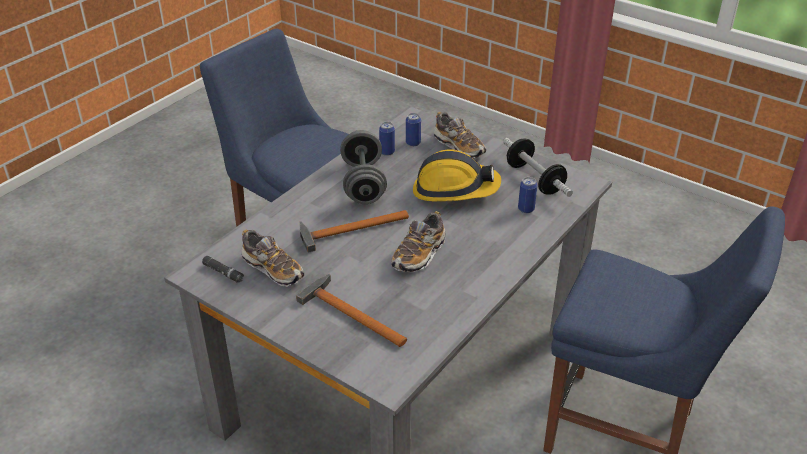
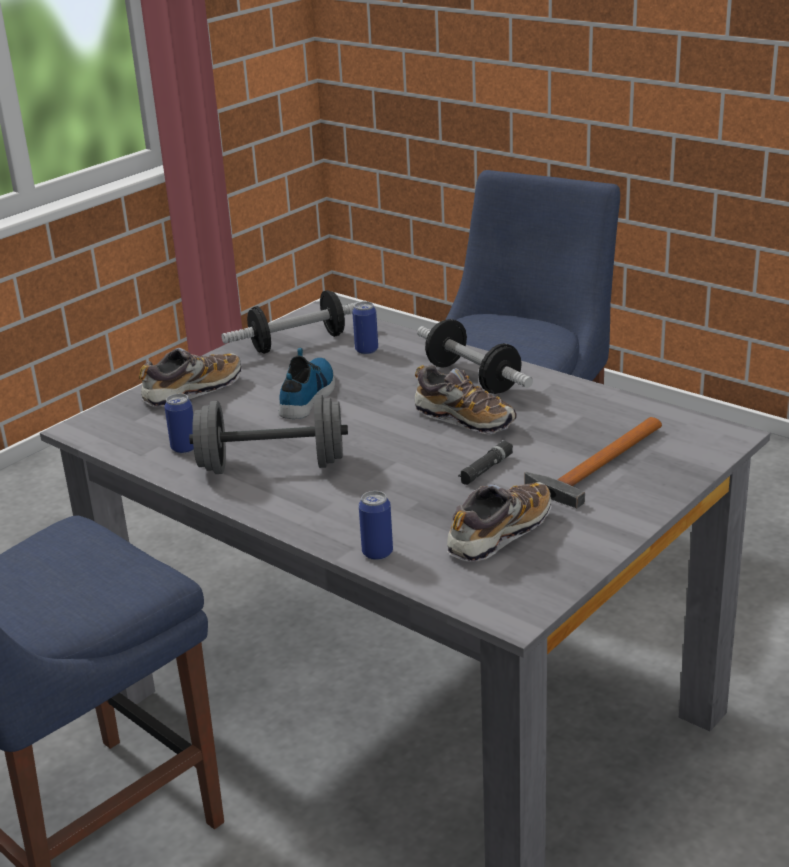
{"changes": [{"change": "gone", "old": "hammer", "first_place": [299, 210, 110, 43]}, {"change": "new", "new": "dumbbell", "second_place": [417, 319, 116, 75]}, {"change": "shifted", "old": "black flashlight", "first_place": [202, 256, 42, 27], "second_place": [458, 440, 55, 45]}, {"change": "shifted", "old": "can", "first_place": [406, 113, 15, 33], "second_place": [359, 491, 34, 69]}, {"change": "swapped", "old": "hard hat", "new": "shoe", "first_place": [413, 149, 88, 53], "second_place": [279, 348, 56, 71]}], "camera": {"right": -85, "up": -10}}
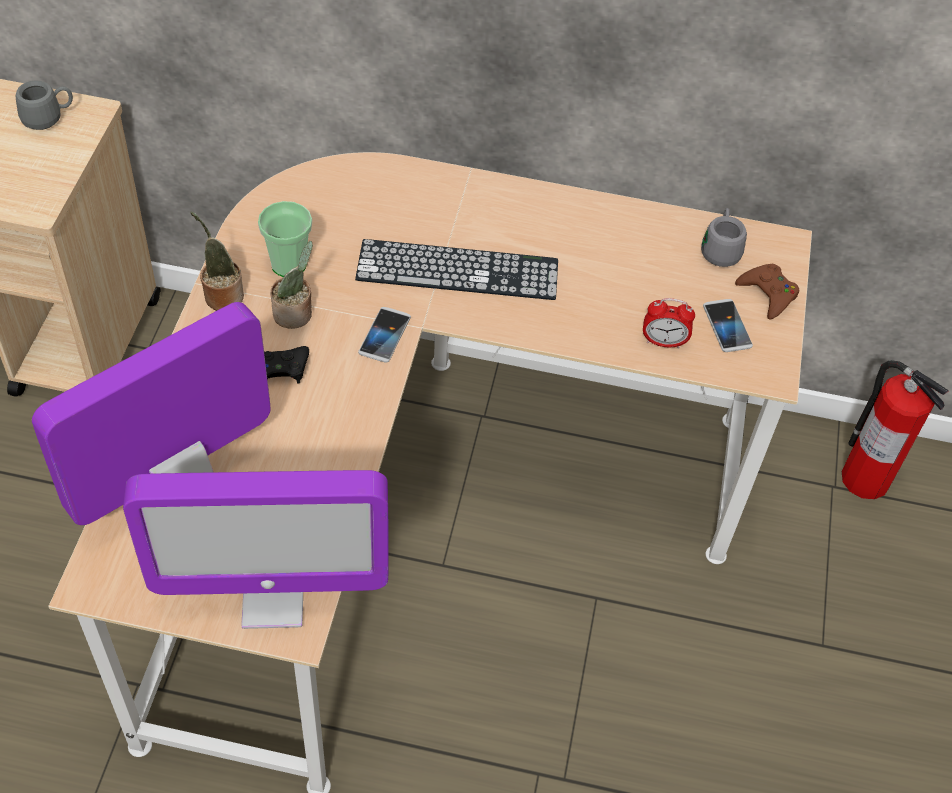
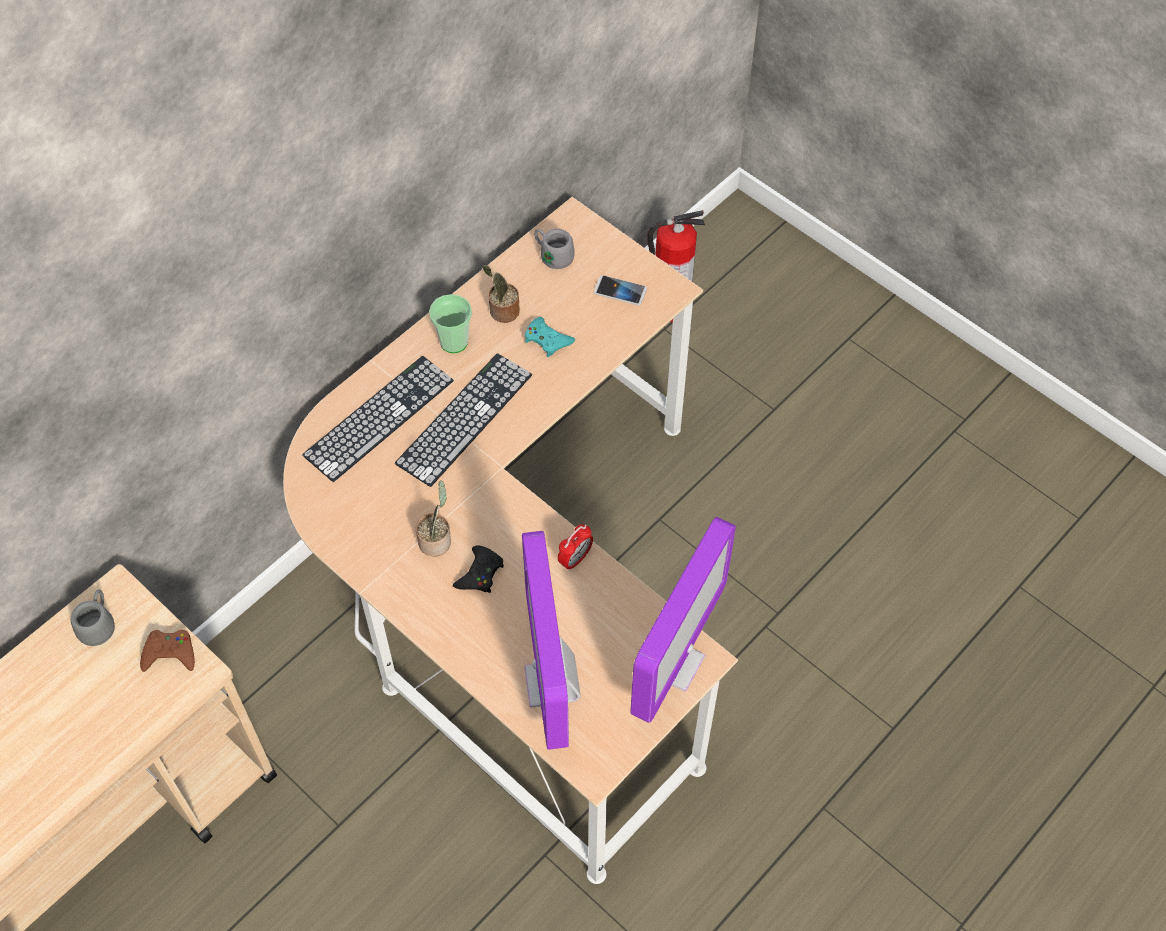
{"changes": [{"change": "gone", "old": "phone", "first_place": [358, 307, 53, 56]}, {"change": "new", "new": "keyboard", "second_place": [302, 356, 152, 126]}, {"change": "new", "new": "turquoise game controller", "second_place": [525, 317, 50, 40]}, {"change": "shifted", "old": "potted plant", "first_place": [190, 212, 54, 99], "second_place": [482, 265, 38, 58]}, {"change": "shifted", "old": "cup", "first_place": [258, 201, 54, 76], "second_place": [429, 294, 43, 59]}, {"change": "shifted", "old": "alarm clock", "first_place": [643, 298, 52, 51], "second_place": [558, 524, 35, 47]}, {"change": "shifted", "old": "brown game controller", "first_place": [735, 264, 64, 56], "second_place": [140, 630, 55, 42]}], "camera": {"right": -55, "up": 5}}
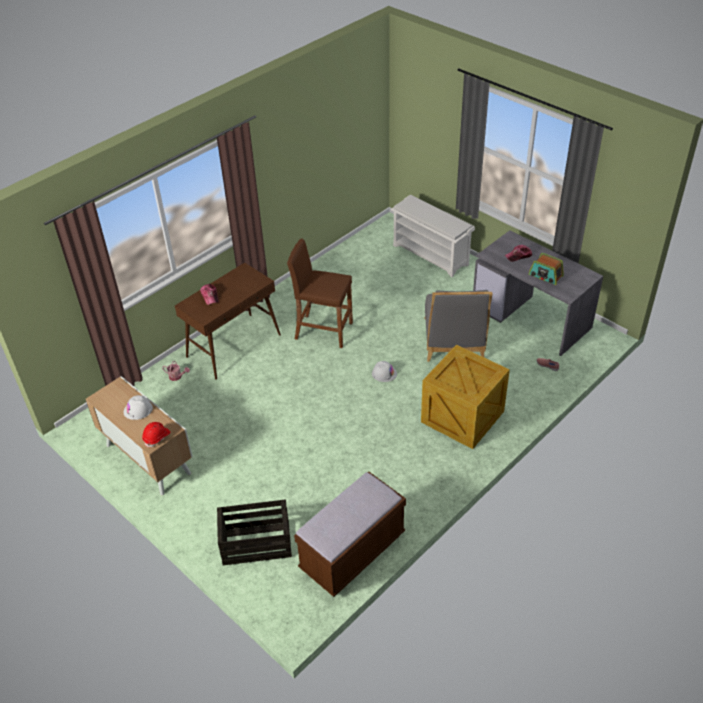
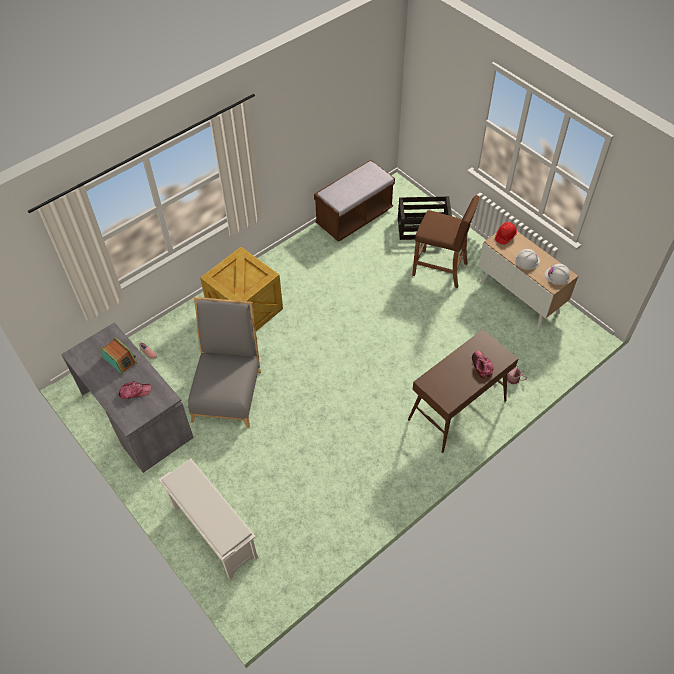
{"changes": [{"change": "shifted", "old": "brown stool", "first_place": [287, 239, 66, 109], "second_place": [412, 195, 67, 93]}, {"change": "shifted", "old": "white hard hat", "first_place": [372, 361, 25, 21], "second_place": [544, 264, 26, 21]}], "camera": {"right": -175, "up": 10}}
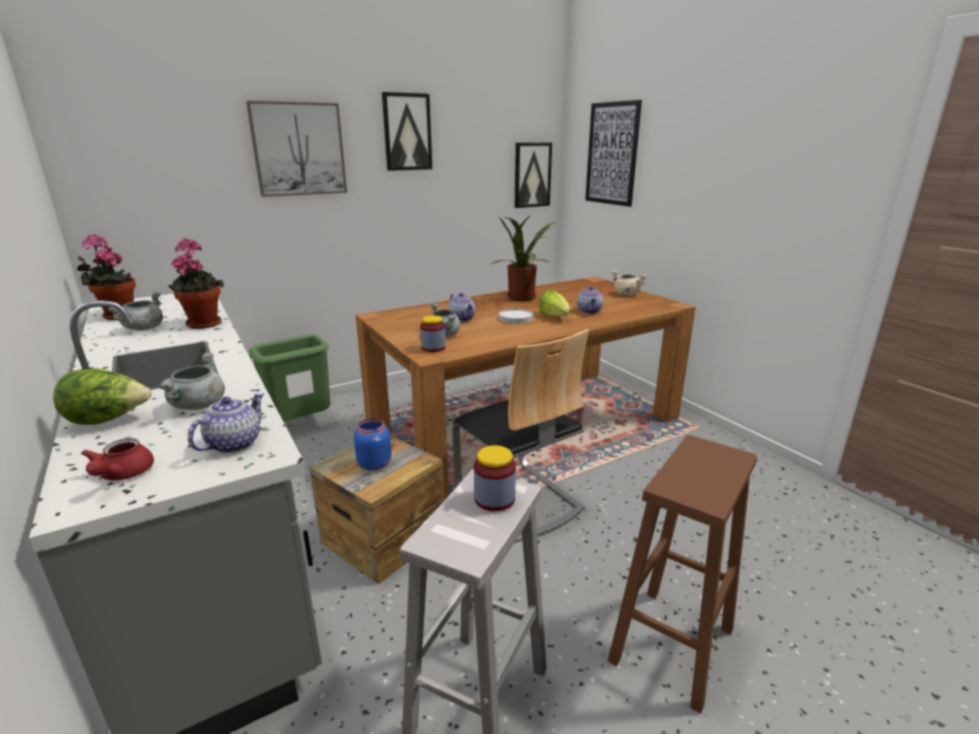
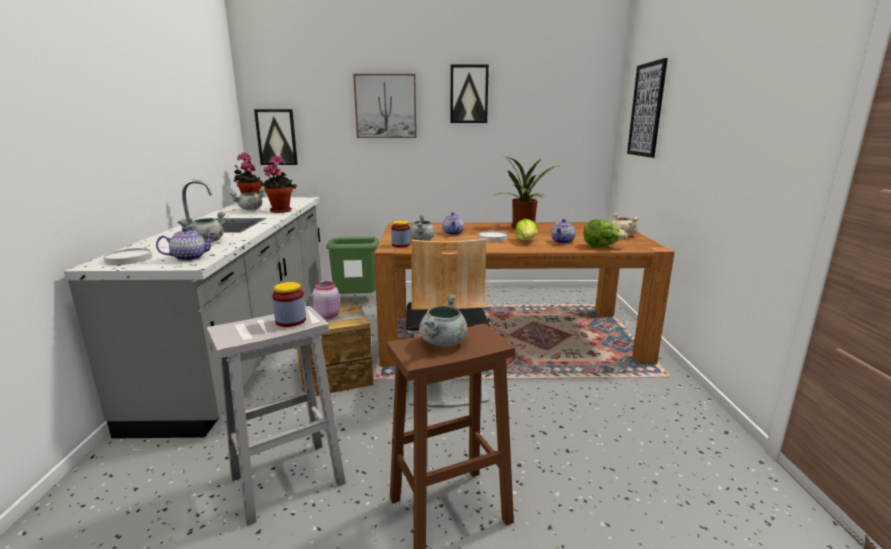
{"changes": [{"change": "new", "new": "grey cooking pot", "second_place": [419, 294, 49, 53]}, {"change": "shifted", "old": "lettuce", "first_place": [53, 368, 98, 57], "second_place": [584, 219, 43, 28]}, {"change": "shifted", "old": "picture", "first_place": [515, 143, 37, 65], "second_place": [254, 109, 44, 56]}, {"change": "swapped", "old": "red teapot", "new": "white plate", "first_place": [81, 438, 73, 42], "second_place": [103, 248, 49, 17]}, {"change": "repainted", "old": "blue jar", "new": "pink jar", "first_place": [354, 418, 38, 53], "second_place": [313, 281, 27, 38]}], "camera": {"right": 30, "up": -5}}
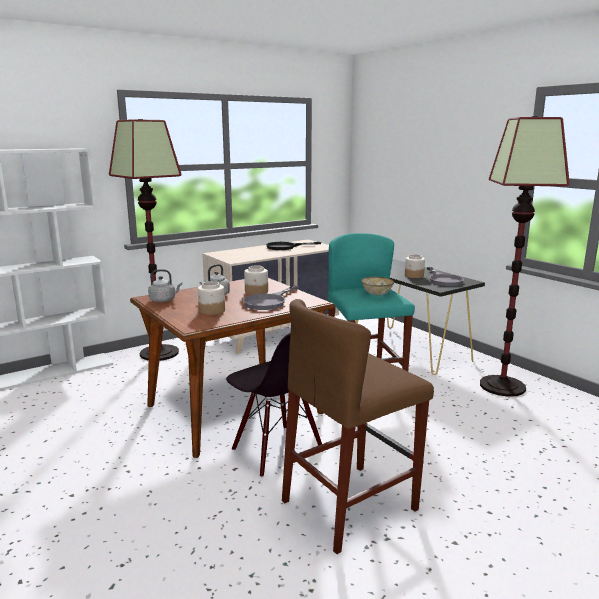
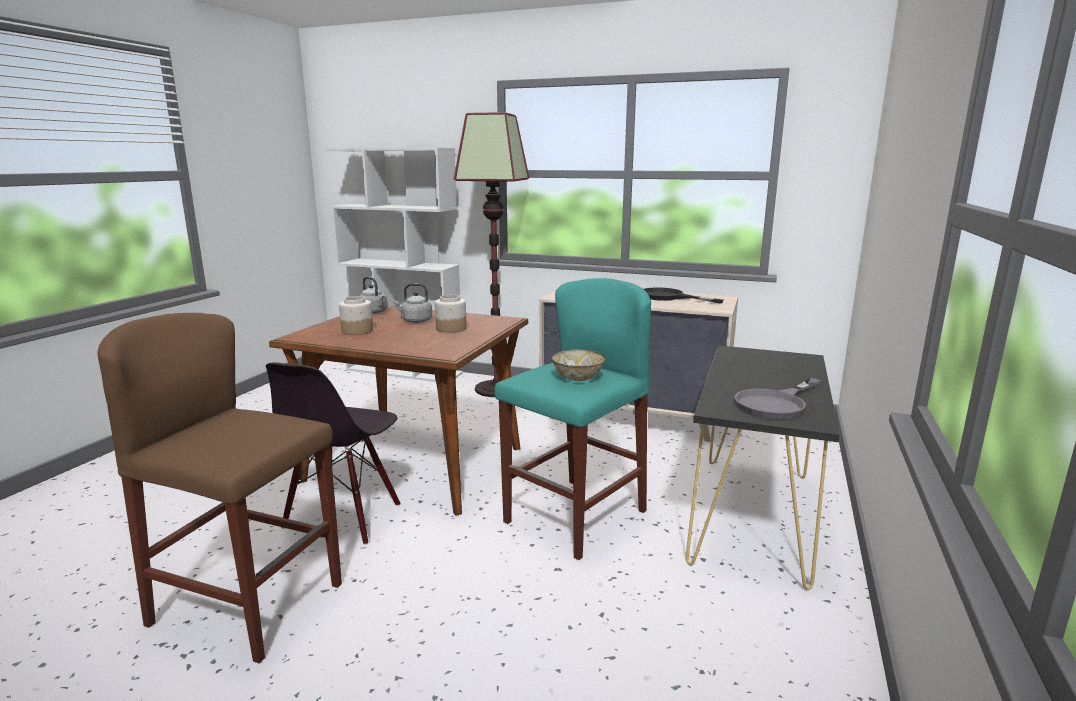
{"changes": [{"change": "gone", "old": "grey frying pan", "first_place": [243, 285, 56, 25]}, {"change": "gone", "old": "jar", "first_place": [405, 254, 20, 24]}, {"change": "gone", "old": "floor lamp", "first_place": [480, 116, 90, 281]}], "camera": {"right": 55, "up": 0}}
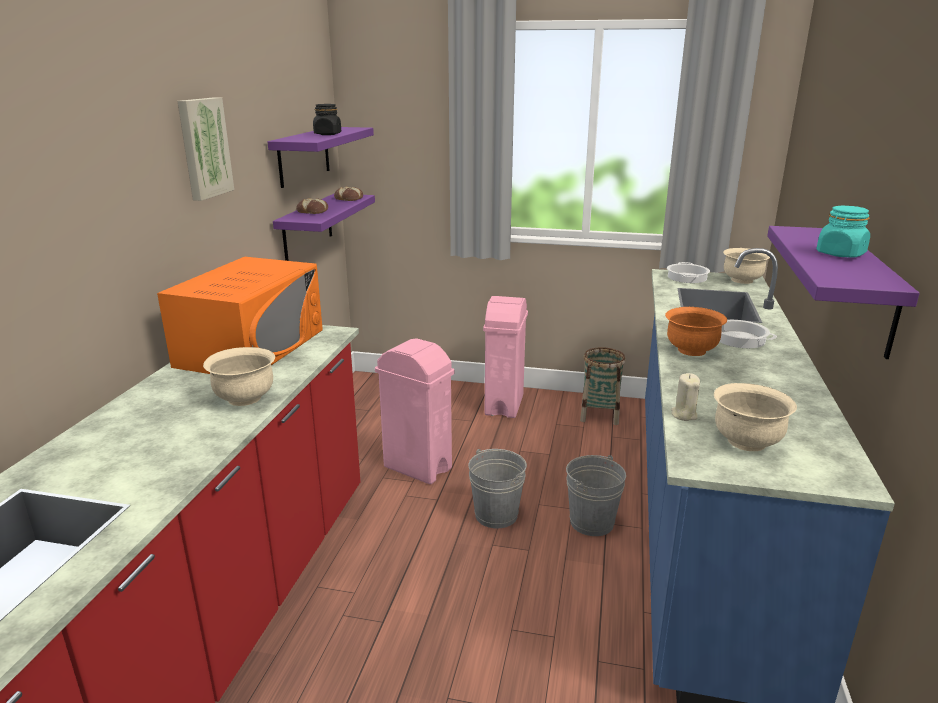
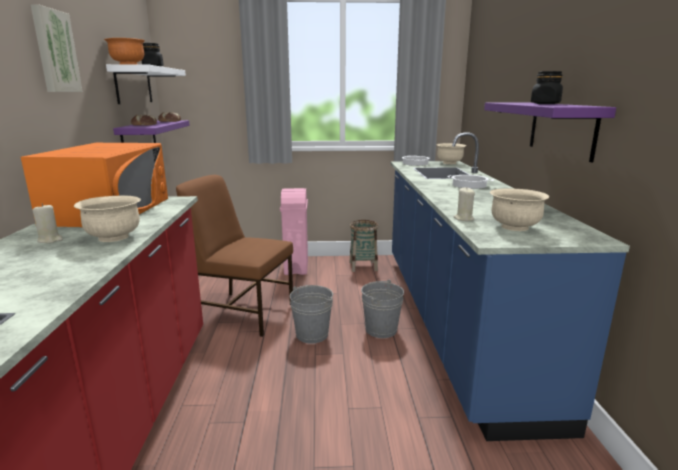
{"changes": [{"change": "new", "new": "beige candle", "second_place": [33, 203, 30, 40]}, {"change": "shifted", "old": "orange bowl", "first_place": [665, 307, 62, 49], "second_place": [104, 38, 41, 26]}, {"change": "swapped", "old": "pink trash can", "new": "brown chair", "first_place": [375, 338, 79, 146], "second_place": [176, 175, 117, 162]}, {"change": "repainted", "old": "purple shelf", "new": "white shelf", "first_place": [267, 127, 107, 61], "second_place": [106, 64, 80, 40]}, {"change": "repainted", "old": "turquoise jar", "new": "black jar", "first_place": [816, 206, 54, 52], "second_place": [531, 71, 32, 33]}], "camera": {"right": -15, "up": -5}}
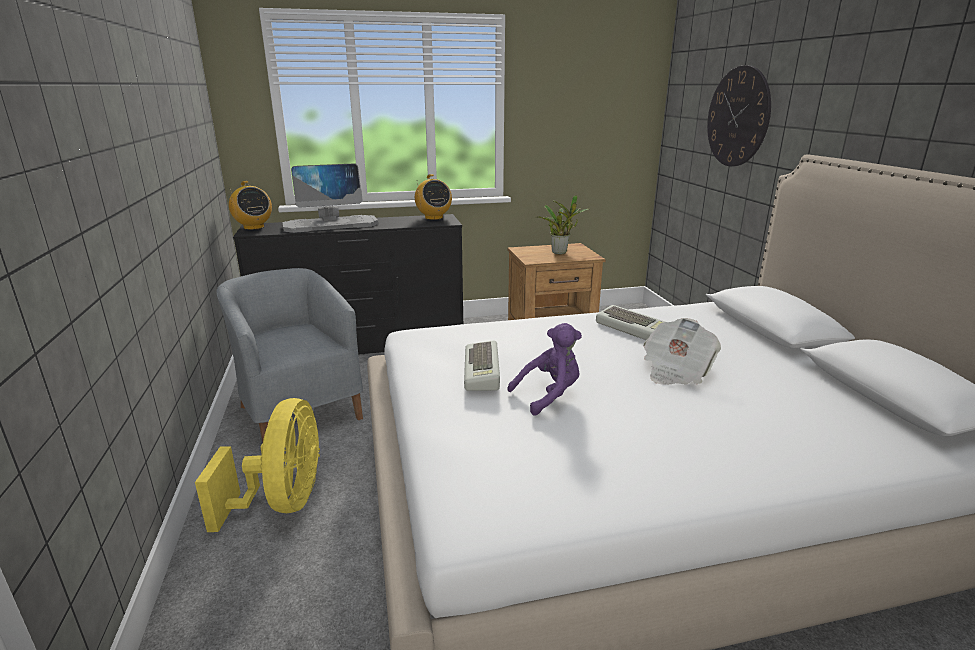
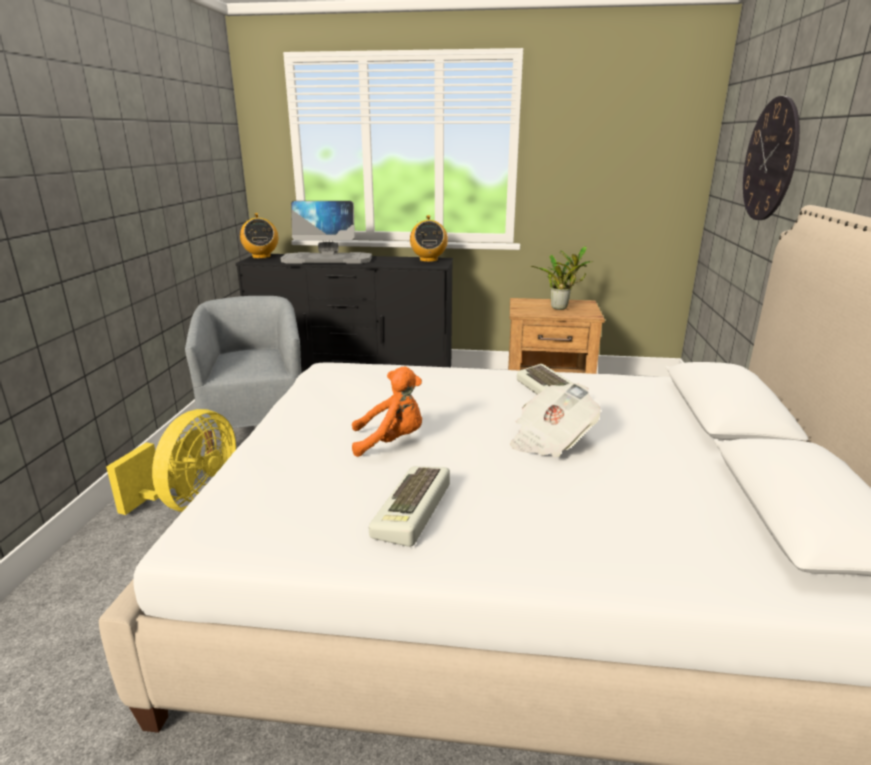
{"changes": [{"change": "shifted", "old": "keyboard", "first_place": [464, 340, 36, 51], "second_place": [369, 466, 81, 81]}, {"change": "repainted", "old": "purple plush toy", "new": "orange plush toy", "first_place": [507, 323, 75, 93], "second_place": [352, 366, 70, 91]}], "camera": {"right": 20, "up": 0}}
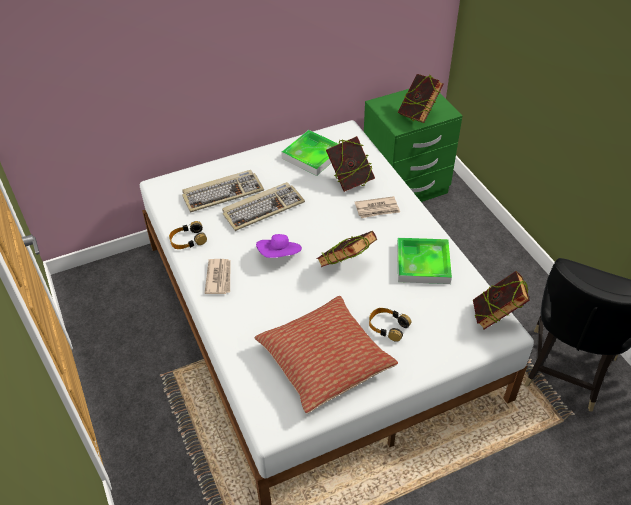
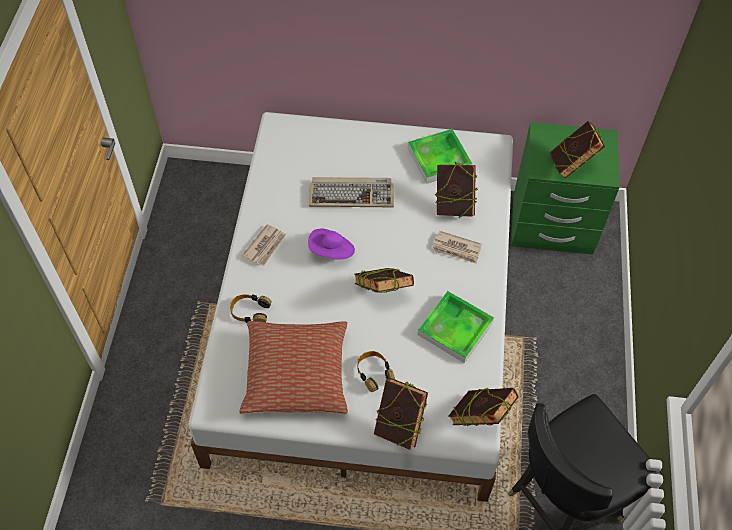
{"changes": [{"change": "gone", "old": "keyboard", "first_place": [182, 170, 82, 43]}, {"change": "new", "new": "book", "second_place": [374, 378, 54, 72]}, {"change": "shifted", "old": "headphones", "first_place": [169, 221, 38, 28], "second_place": [230, 294, 42, 29]}], "camera": {"right": 30, "up": 10}}
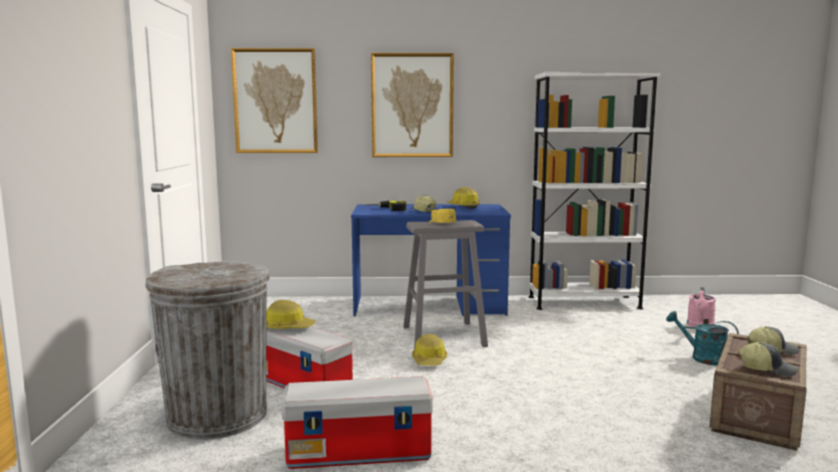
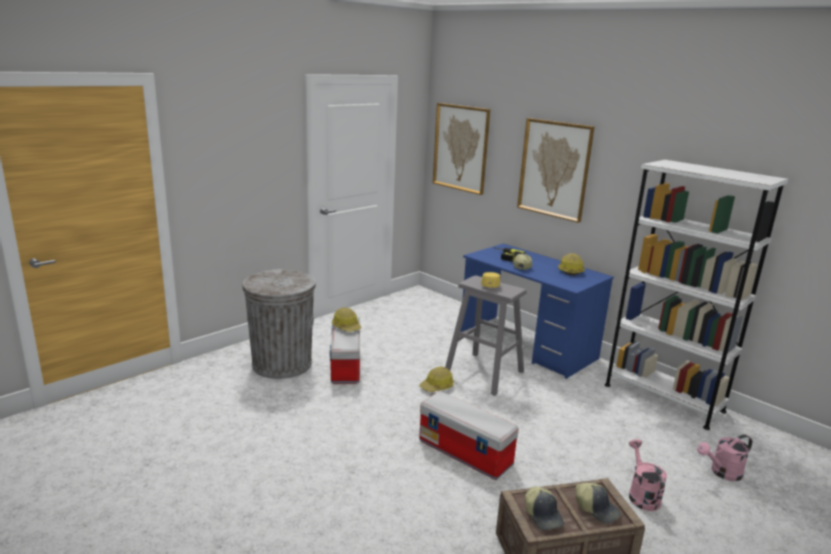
{"changes": [{"change": "shifted", "old": "storage box", "first_place": [282, 376, 151, 93], "second_place": [419, 391, 100, 89]}, {"change": "repainted", "old": "turquoise watering can", "new": "pink watering can", "first_place": [666, 311, 73, 55], "second_place": [629, 439, 38, 72]}], "camera": {"right": 45, "up": 10}}
